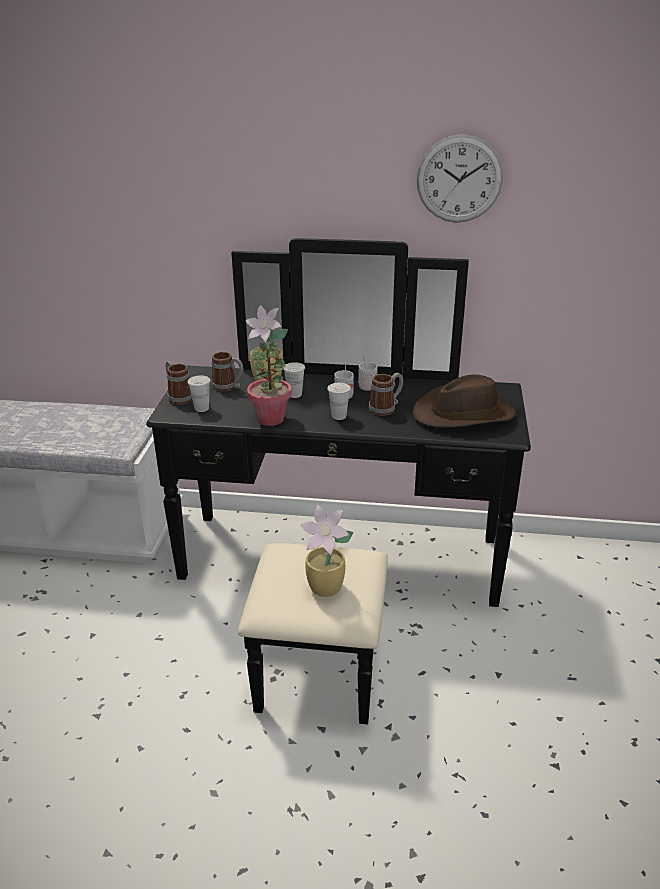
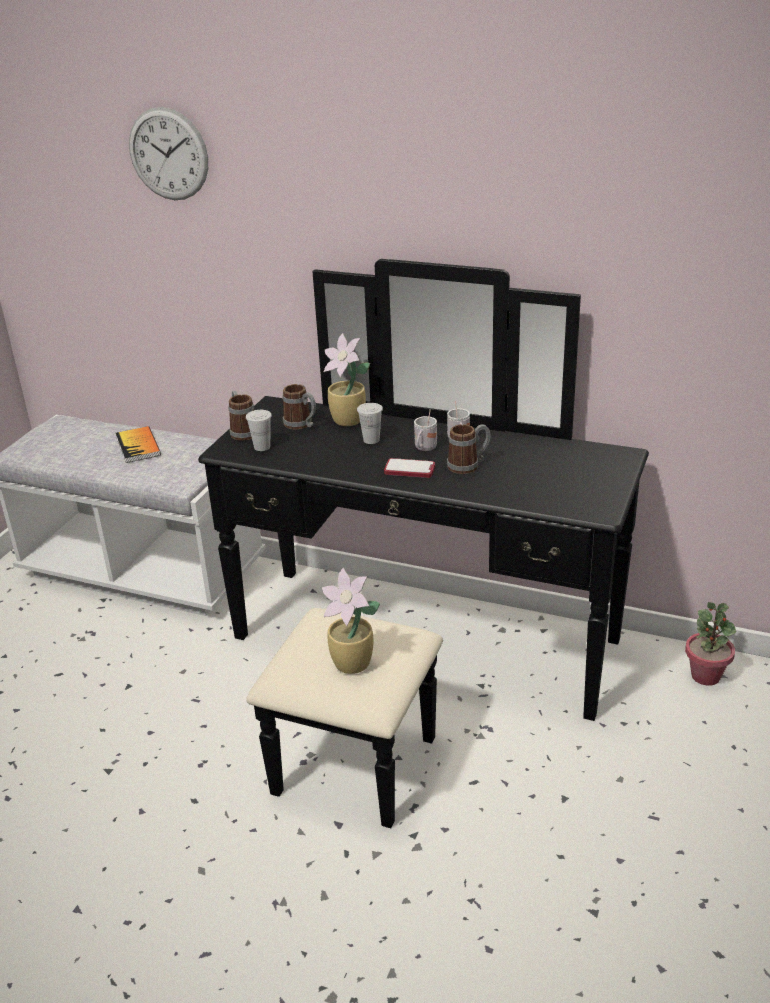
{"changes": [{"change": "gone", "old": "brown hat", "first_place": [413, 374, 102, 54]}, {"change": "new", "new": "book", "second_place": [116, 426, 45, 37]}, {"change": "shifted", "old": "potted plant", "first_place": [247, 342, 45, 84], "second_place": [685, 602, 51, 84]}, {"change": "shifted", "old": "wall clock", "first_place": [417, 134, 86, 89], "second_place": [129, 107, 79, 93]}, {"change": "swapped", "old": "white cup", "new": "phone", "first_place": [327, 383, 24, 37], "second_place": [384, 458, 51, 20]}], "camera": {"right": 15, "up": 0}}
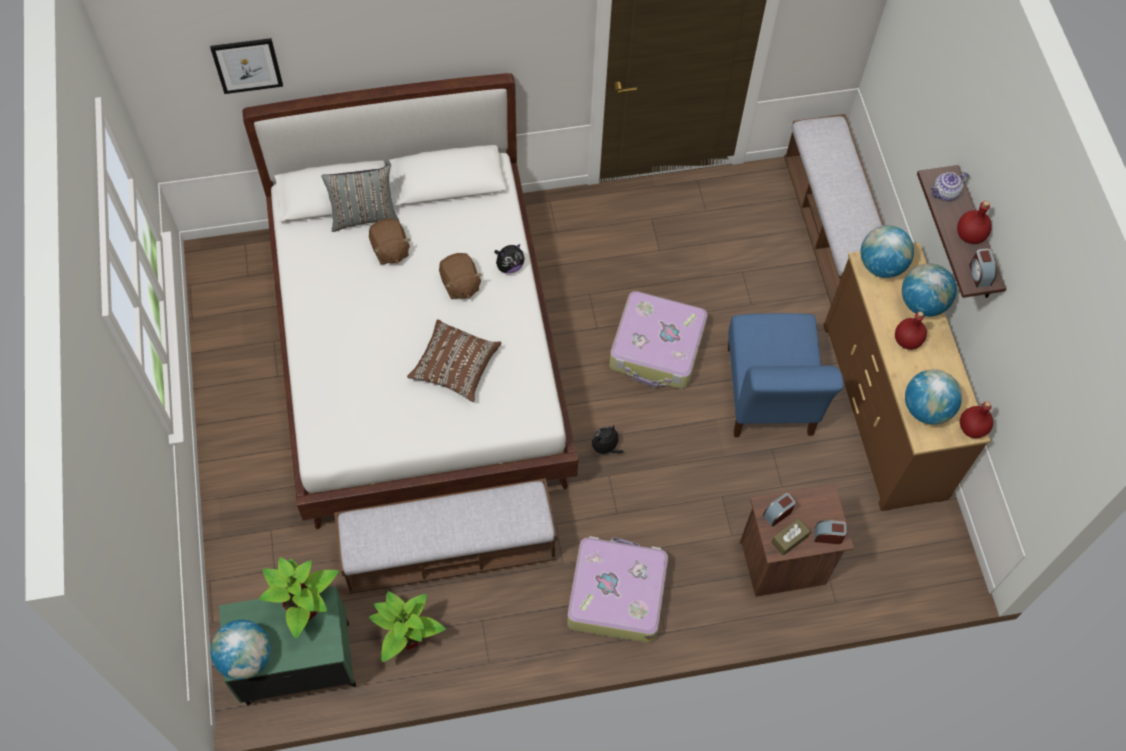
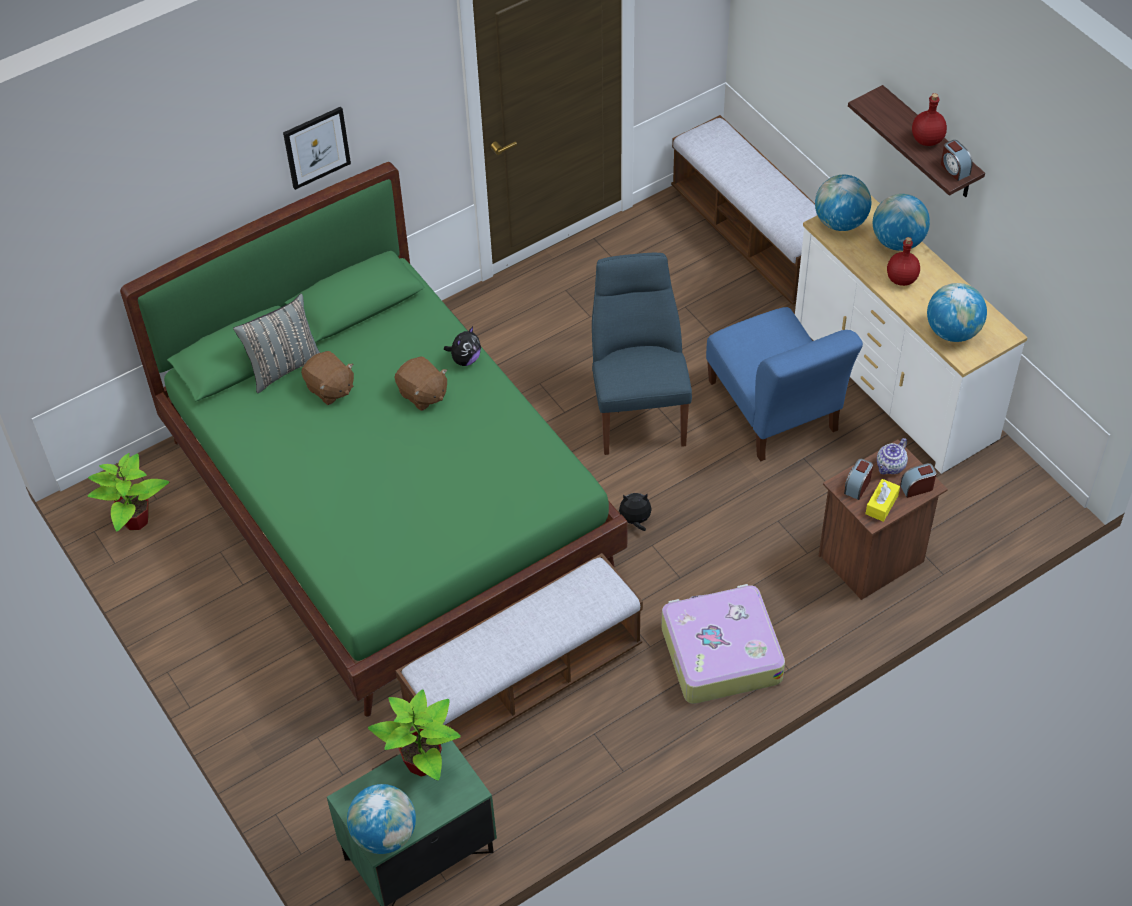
{"changes": [{"change": "gone", "old": "brown pillow", "first_place": [407, 319, 95, 83]}, {"change": "gone", "old": "red bottle", "first_place": [960, 401, 33, 37]}, {"change": "shifted", "old": "picture", "first_place": [210, 38, 73, 56], "second_place": [283, 107, 68, 83]}, {"change": "shifted", "old": "potted plant", "first_place": [369, 591, 77, 71], "second_place": [88, 453, 81, 78]}, {"change": "shifted", "old": "teapot", "first_place": [931, 172, 38, 29], "second_place": [877, 438, 31, 36]}, {"change": "swapped", "old": "suitcase", "new": "blue chair", "first_place": [609, 291, 99, 98], "second_place": [592, 253, 100, 202]}, {"change": "repainted", "old": "white bed", "new": "green bed", "first_place": [243, 73, 335, 456], "second_place": [120, 162, 508, 555]}, {"change": "repainted", "old": "brown tissue box", "new": "yellow tissue box", "first_place": [771, 518, 40, 38], "second_place": [866, 479, 34, 43]}, {"change": "repainted", "old": "brown dresser", "new": "white dresser", "first_place": [823, 243, 167, 268], "second_place": [795, 196, 232, 278]}, {"change": "rotated", "old": "plush toy", "first_place": [592, 425, 31, 33], "second_place": [619, 493, 33, 38], "degrees": 60}], "camera": {"right": -20, "up": -10}}
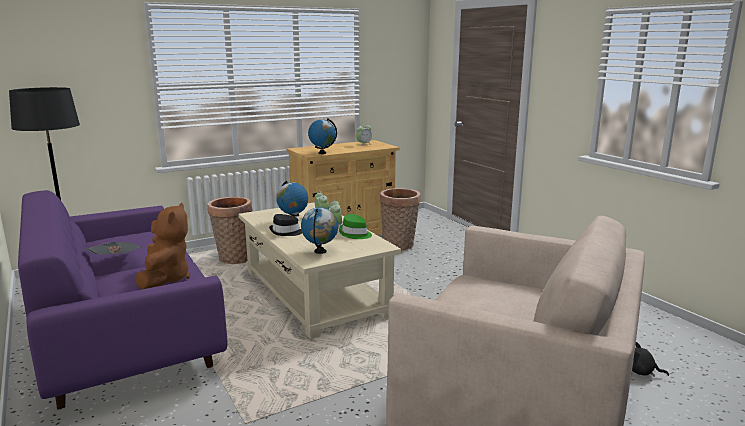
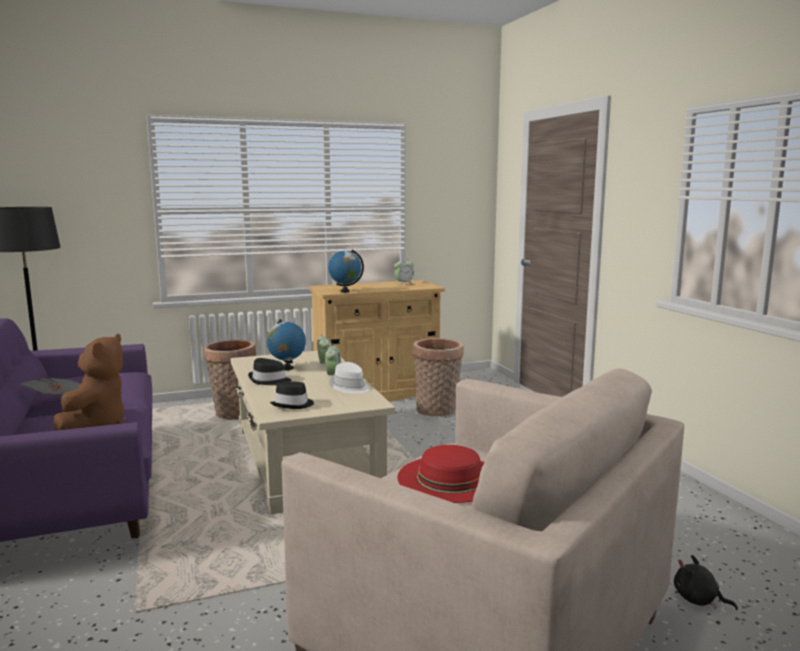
{"changes": [{"change": "new", "new": "red hat", "second_place": [397, 445, 87, 58]}, {"change": "swapped", "old": "globe", "new": "black hat", "first_place": [301, 207, 37, 47], "second_place": [270, 381, 44, 28]}, {"change": "repainted", "old": "green hat", "new": "white hat", "first_place": [339, 214, 33, 25], "second_place": [330, 362, 40, 31]}], "camera": {"right": 10, "up": -5}}
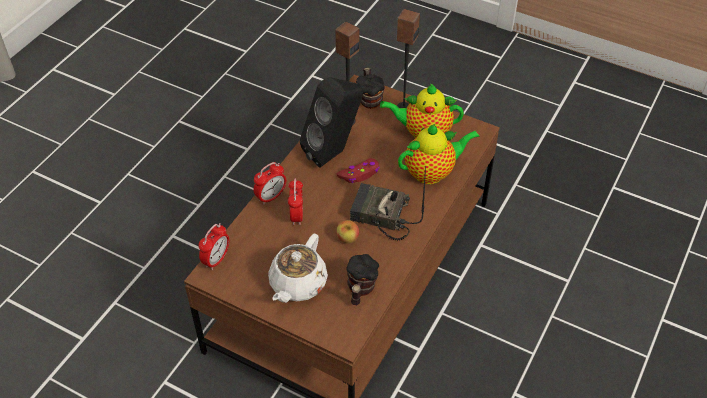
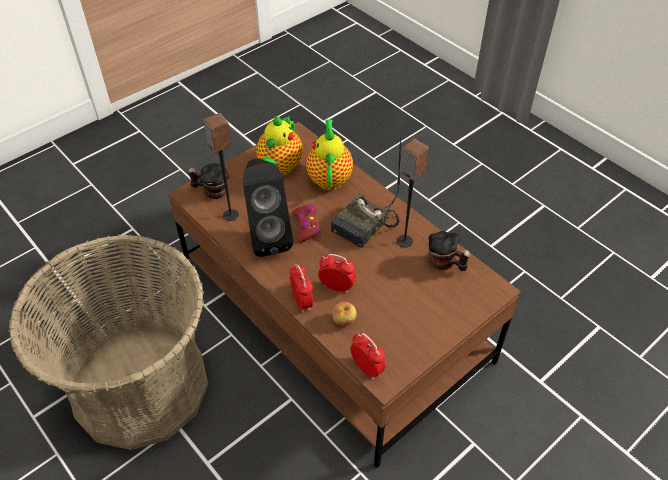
{"changes": [{"change": "gone", "old": "white teapot", "first_place": [268, 234, 60, 69]}, {"change": "new", "new": "basket", "second_place": [9, 235, 199, 215]}, {"change": "shifted", "old": "apple", "first_place": [337, 220, 22, 23], "second_place": [332, 302, 25, 24]}, {"change": "shifted", "old": "speaker", "first_place": [396, 9, 24, 99], "second_place": [397, 138, 32, 110]}], "camera": {"right": -70, "up": 0}}
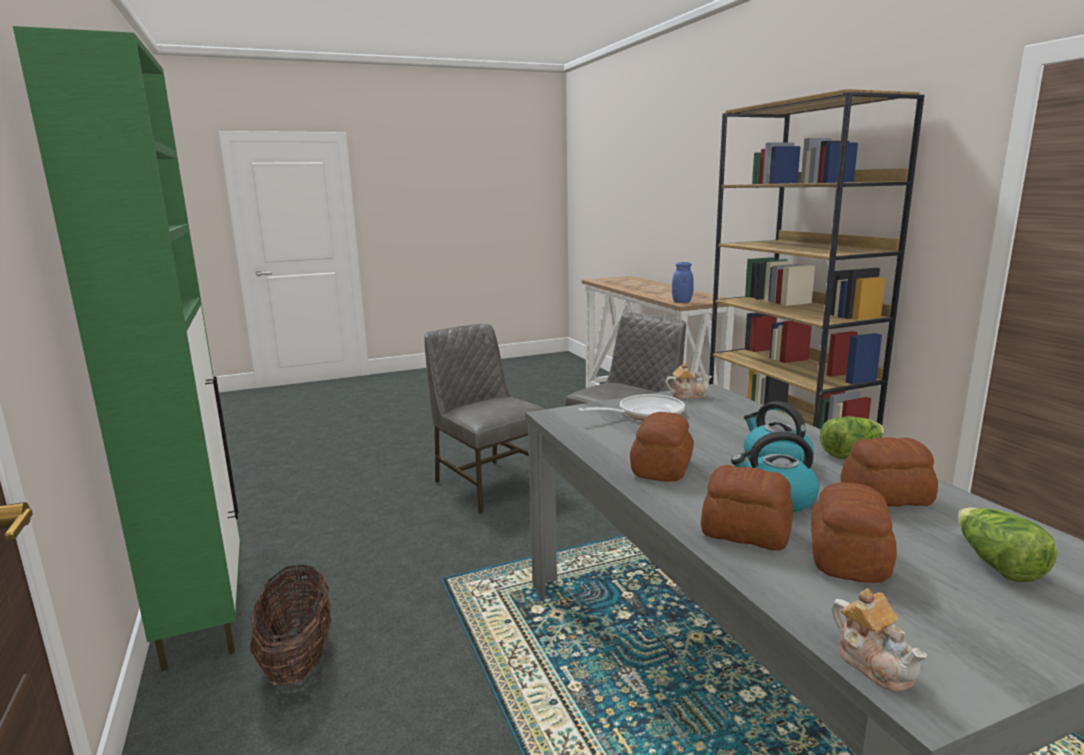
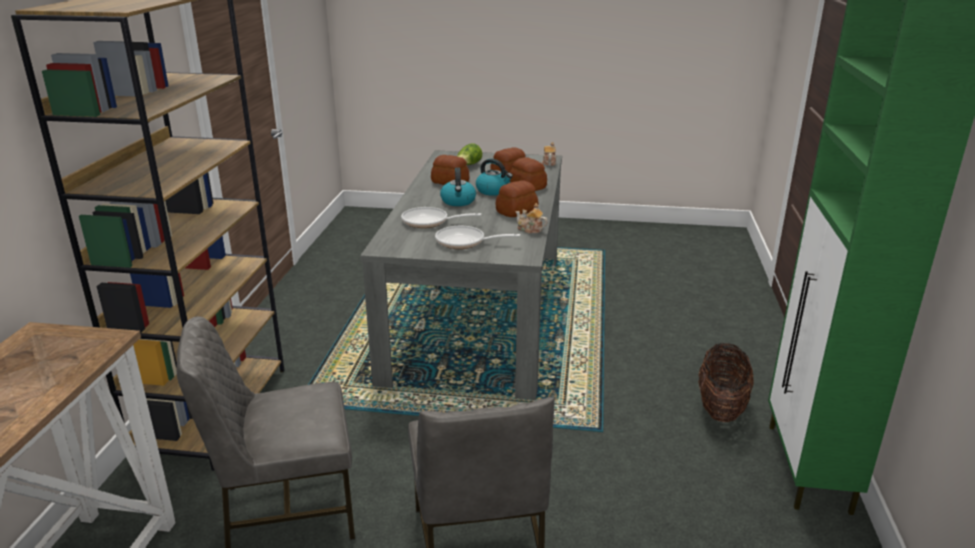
{"changes": [{"change": "gone", "old": "blue jar", "first_place": [672, 262, 22, 41]}, {"change": "gone", "old": "lettuce", "first_place": [820, 416, 64, 43]}, {"change": "new", "new": "frying pan", "second_place": [401, 207, 80, 21]}, {"change": "shifted", "old": "teapot", "first_place": [665, 362, 47, 37], "second_place": [515, 203, 33, 31]}], "camera": {"right": -150, "up": 10}}
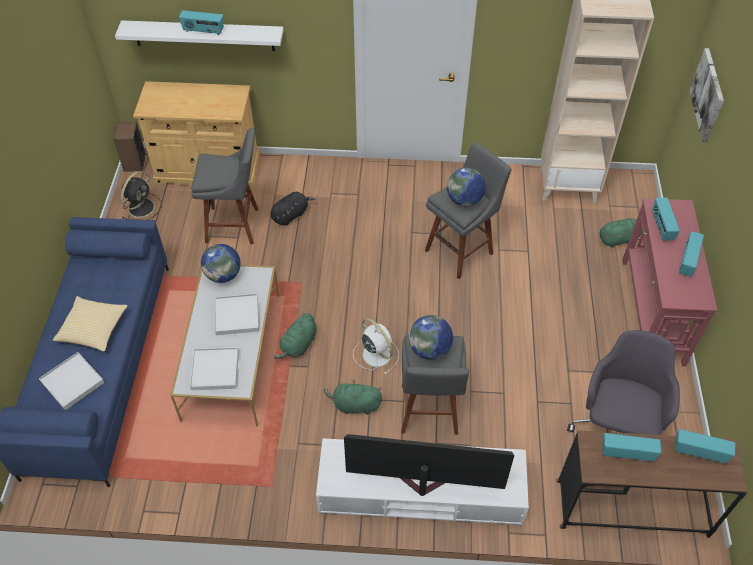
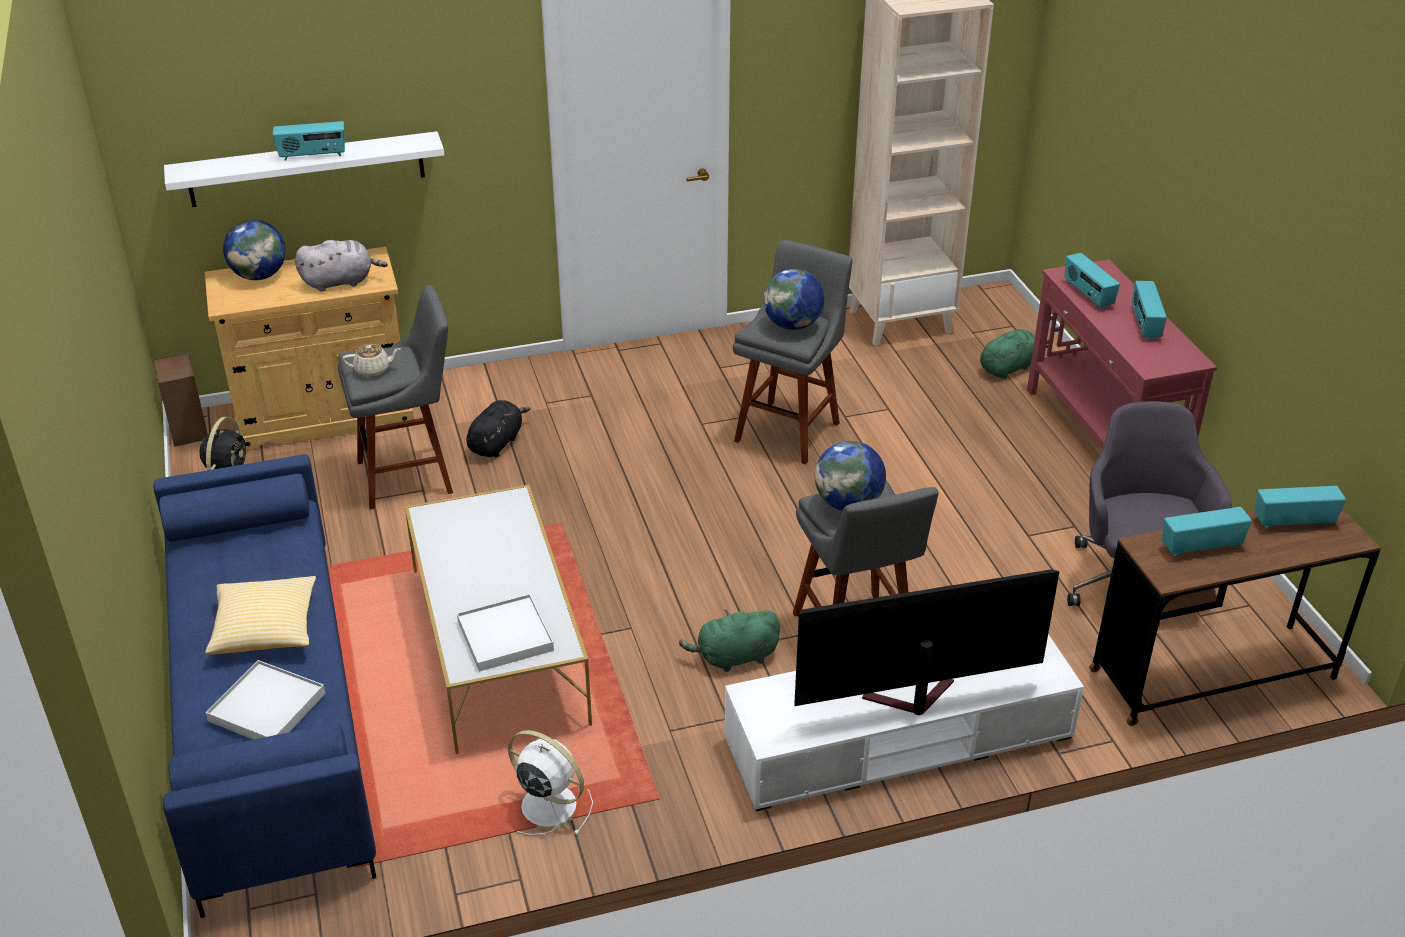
{"changes": [{"change": "gone", "old": "white tray", "first_place": [215, 294, 44, 41]}, {"change": "gone", "old": "green plush toy", "first_place": [273, 313, 44, 46]}, {"change": "gone", "old": "picture", "first_place": [689, 48, 35, 94]}, {"change": "new", "new": "grey plush toy", "second_place": [295, 240, 93, 52]}, {"change": "new", "new": "beige teapot", "second_place": [342, 344, 59, 33]}, {"change": "shifted", "old": "globe", "first_place": [201, 244, 40, 39], "second_place": [223, 220, 63, 60]}, {"change": "shifted", "old": "white fan", "first_place": [353, 318, 46, 57], "second_place": [508, 730, 85, 105]}], "camera": {"right": -20, "up": -15}}
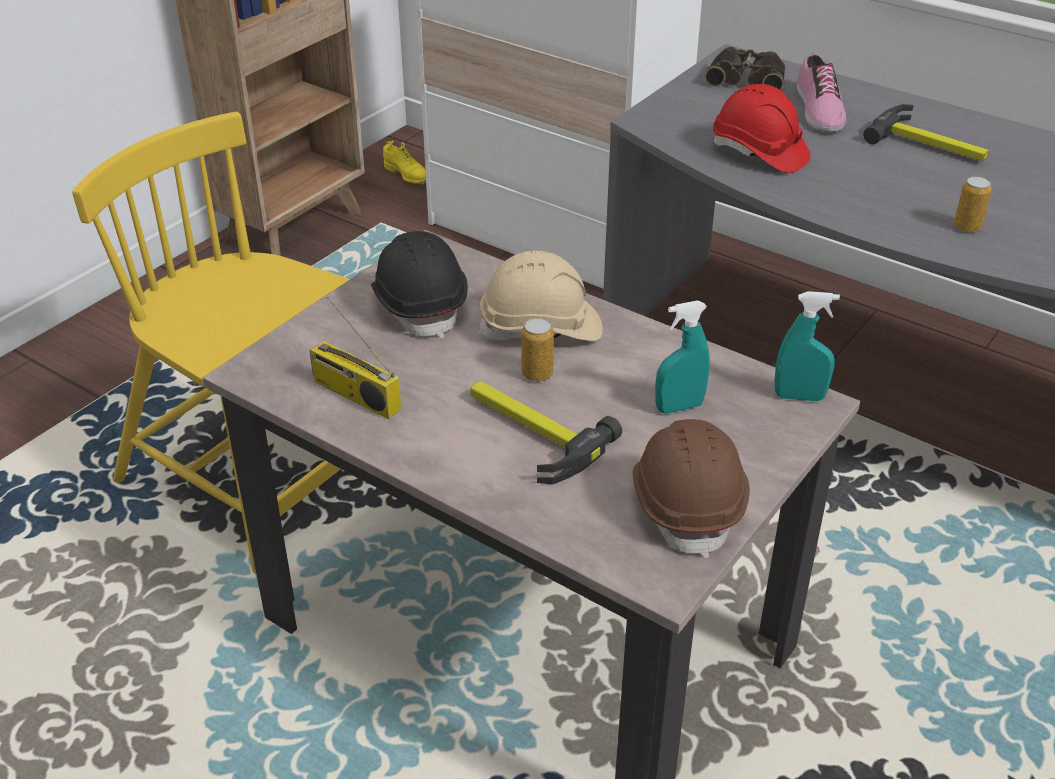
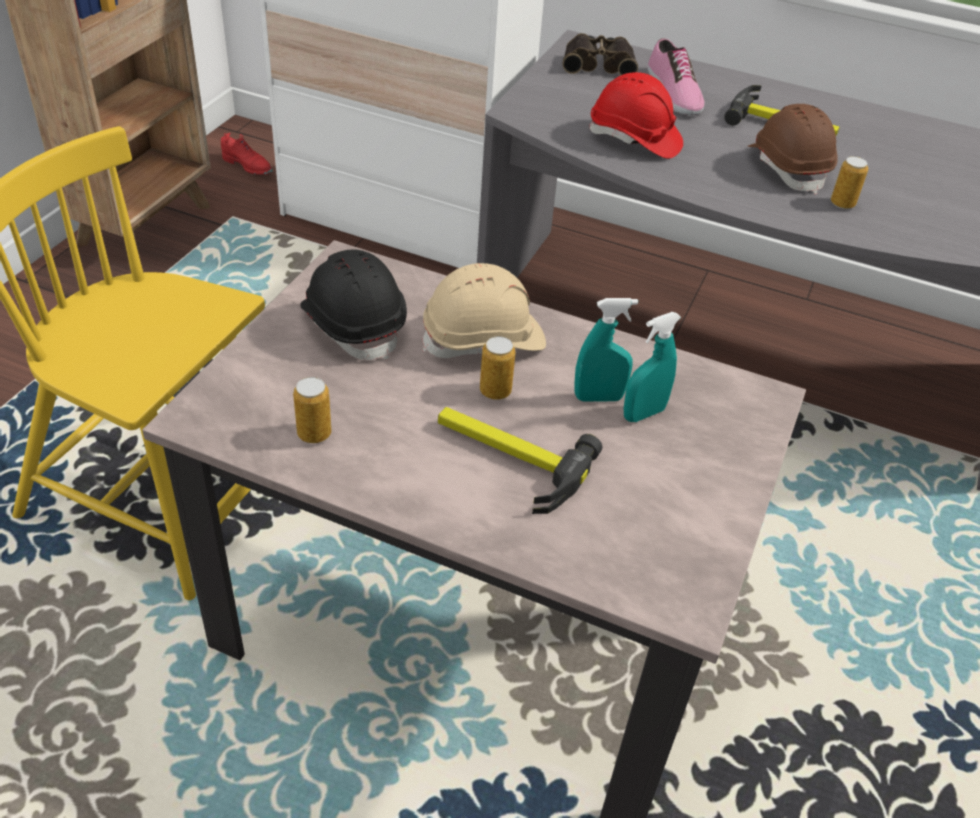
{"changes": [{"change": "shifted", "old": "brown hard hat", "first_place": [633, 419, 117, 139], "second_place": [748, 104, 90, 90]}, {"change": "shifted", "old": "turquoise spray bottle", "first_place": [775, 291, 65, 110], "second_place": [574, 298, 64, 103]}, {"change": "swapped", "old": "radio", "new": "can", "first_place": [309, 297, 93, 122], "second_place": [293, 377, 38, 66]}, {"change": "repainted", "old": "yellow shoe", "new": "red shoe", "first_place": [383, 141, 43, 43], "second_place": [221, 133, 52, 42]}], "camera": {"right": -15, "up": 5}}
